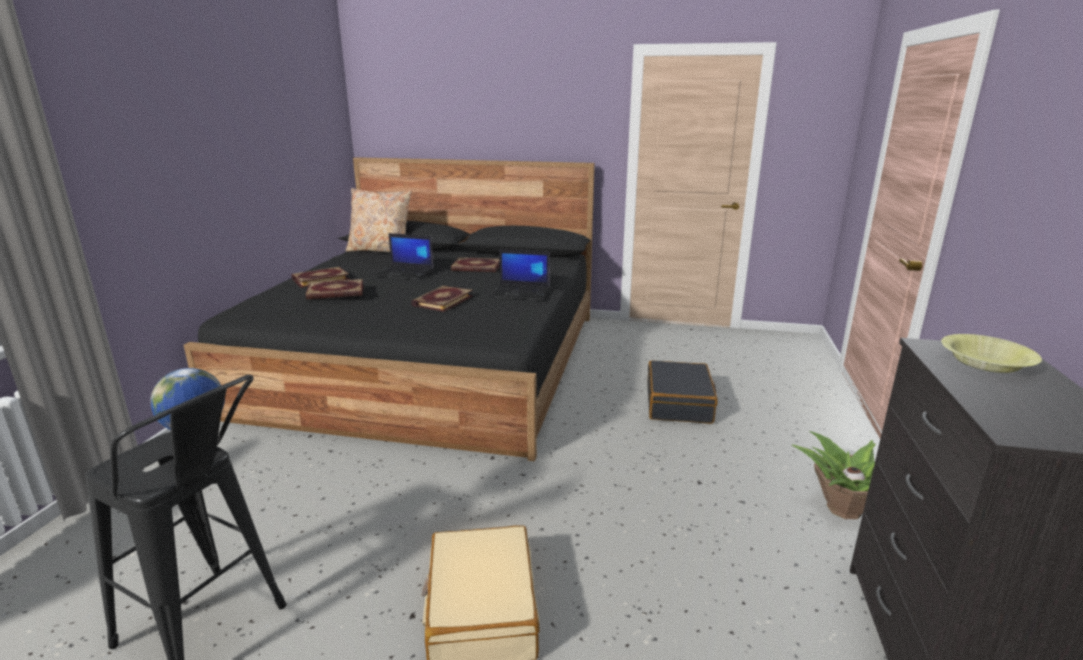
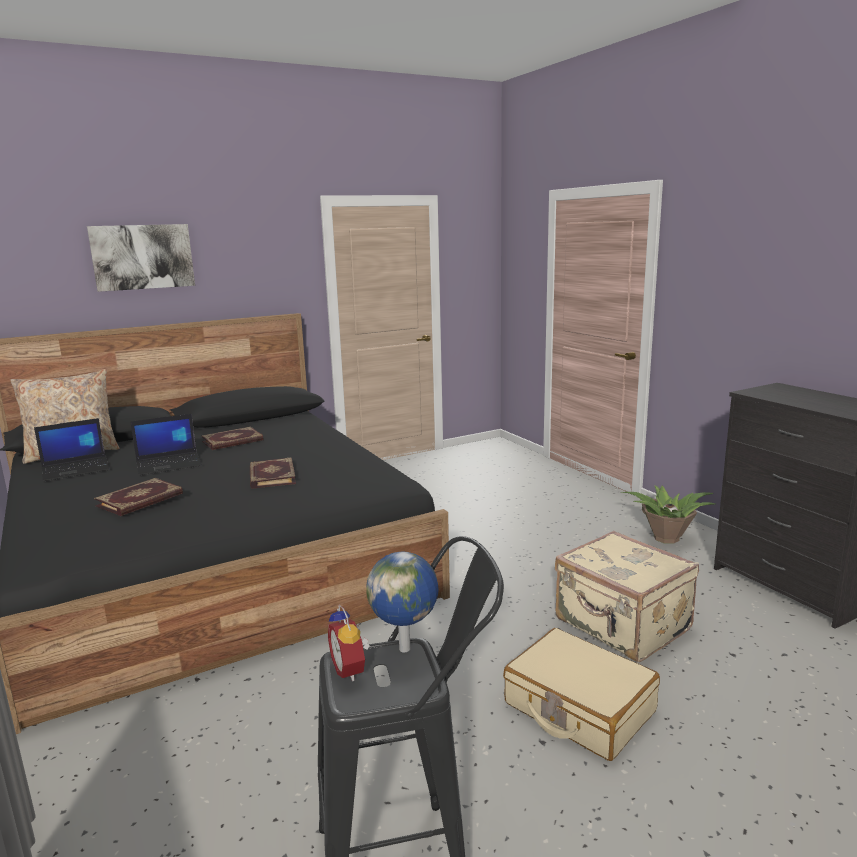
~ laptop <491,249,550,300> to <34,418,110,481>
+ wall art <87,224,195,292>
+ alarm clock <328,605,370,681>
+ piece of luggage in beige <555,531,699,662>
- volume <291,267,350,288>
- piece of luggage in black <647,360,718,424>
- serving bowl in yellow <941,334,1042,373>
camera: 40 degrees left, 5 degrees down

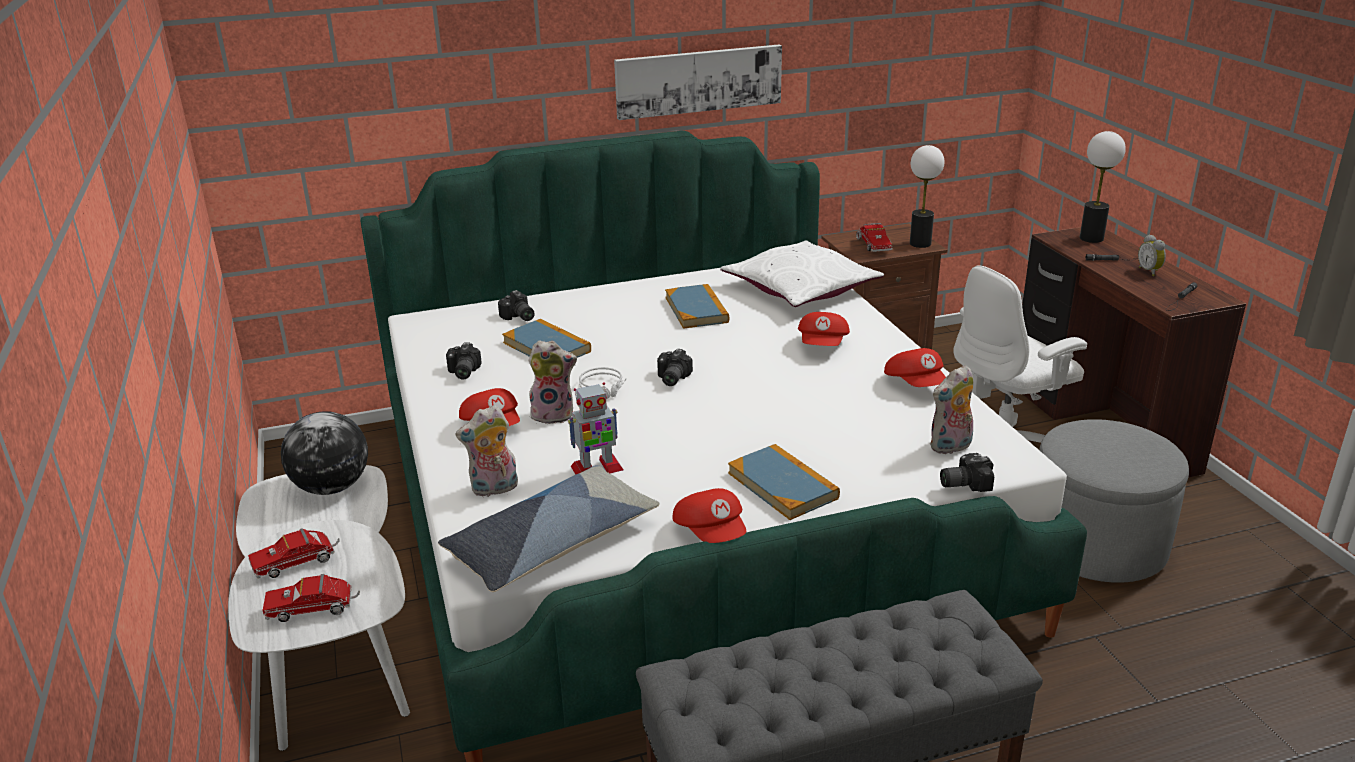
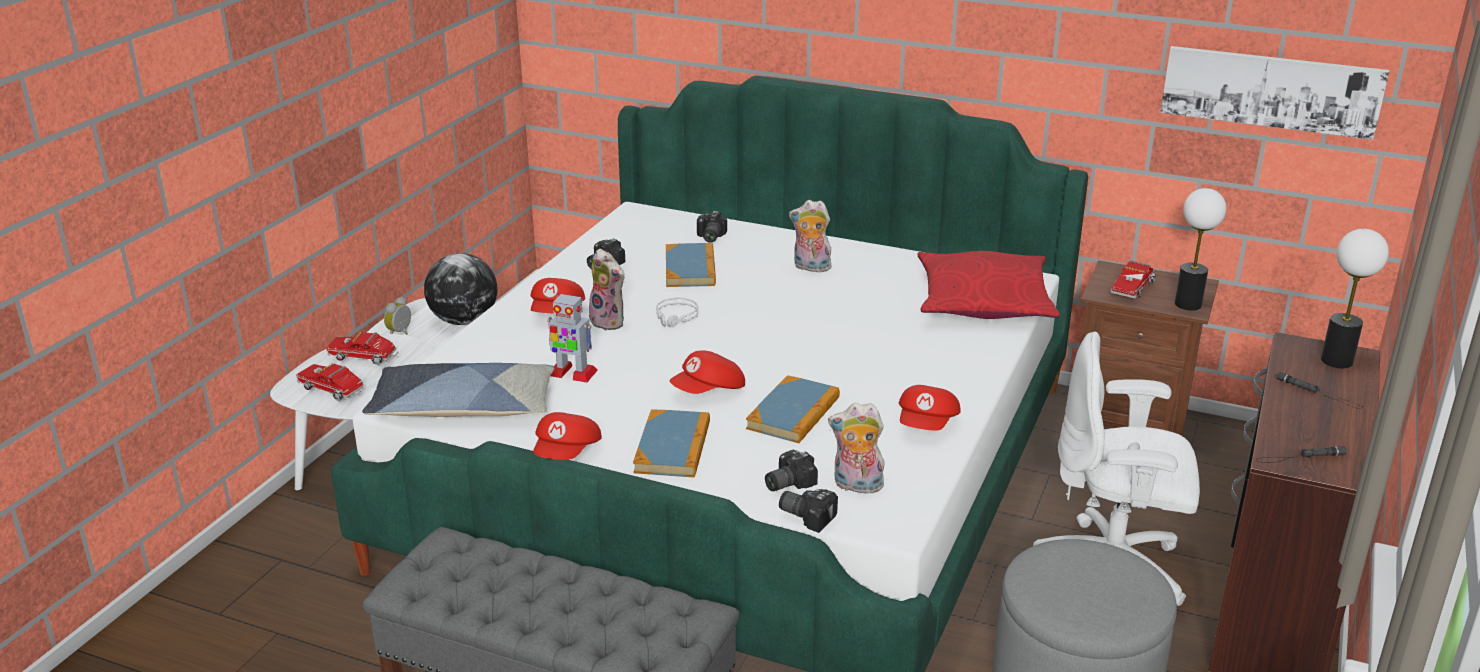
~ alarm clock <1138,234,1166,276> to <384,297,411,335>
~ peaked cap in red <798,312,850,346> to <670,350,745,394>
~ volume <665,284,730,329> to <746,375,840,443>
~ still camera <657,349,693,386> to <765,450,818,491>
~ soft toy <456,405,518,497> to <789,200,831,274>
~ throw pillow in whitish <720,240,884,307> to throw pillow in red <917,251,1060,319>
~ wall art <614,44,782,120> to <1160,46,1389,140>
camera: 40 degrees right, 0 degrees up

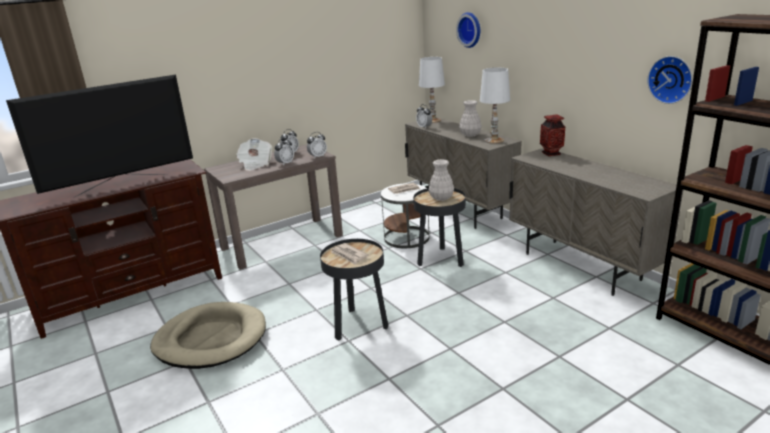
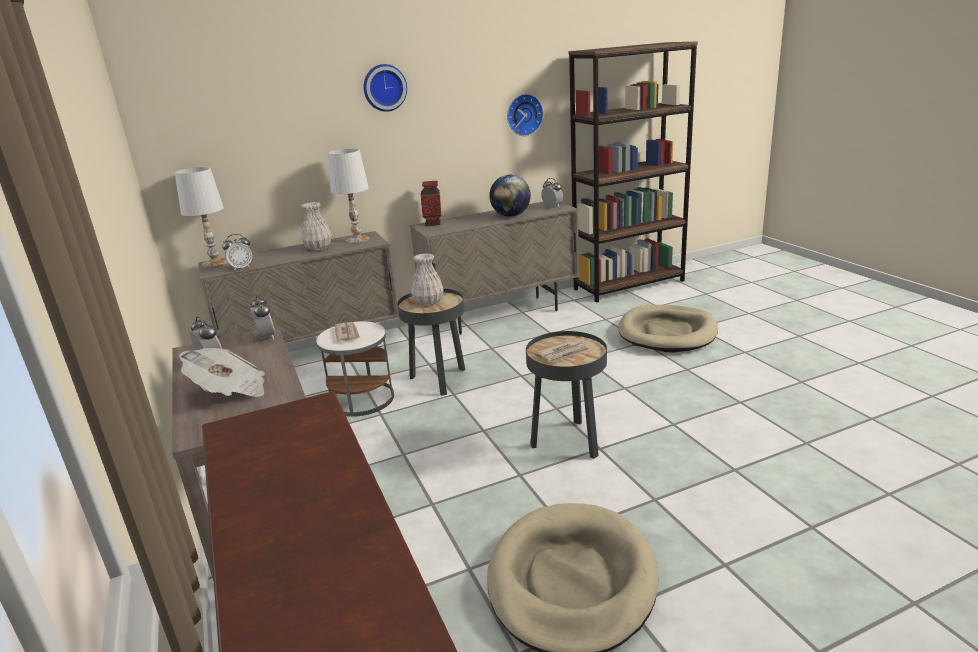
~ wall clock <456,12,480,48> to <364,64,407,112>
+ globe <489,175,531,217>
~ alarm clock <274,138,294,166> to <541,178,563,207>
+ dog bed in beige <618,305,718,352>
- TV set <6,75,193,197>
camera: 80 degrees left, 0 degrees up

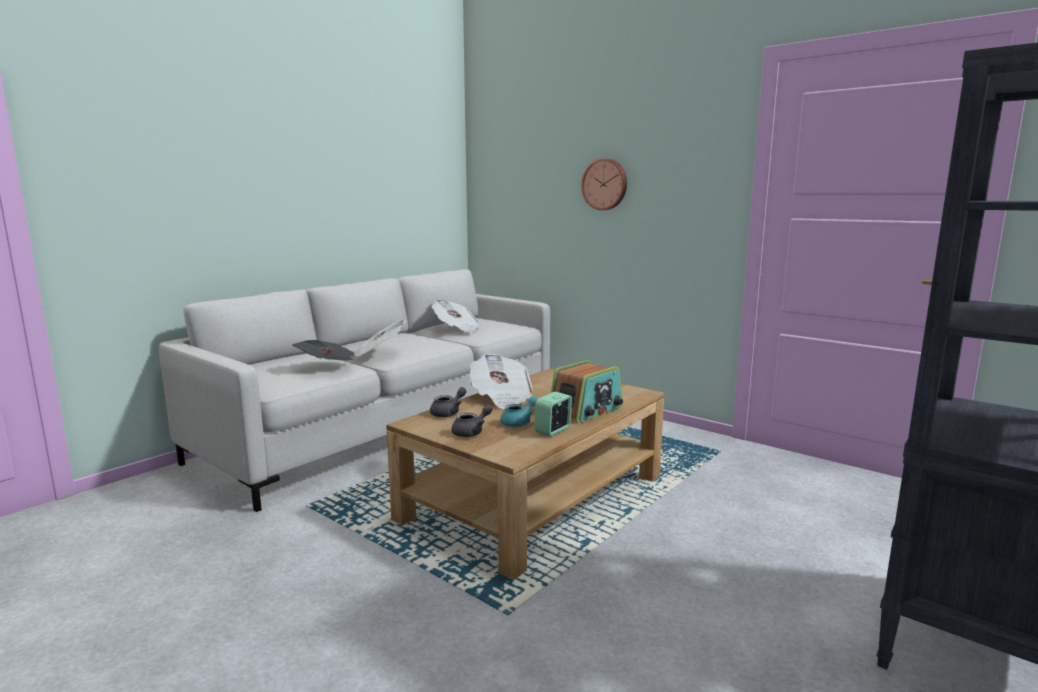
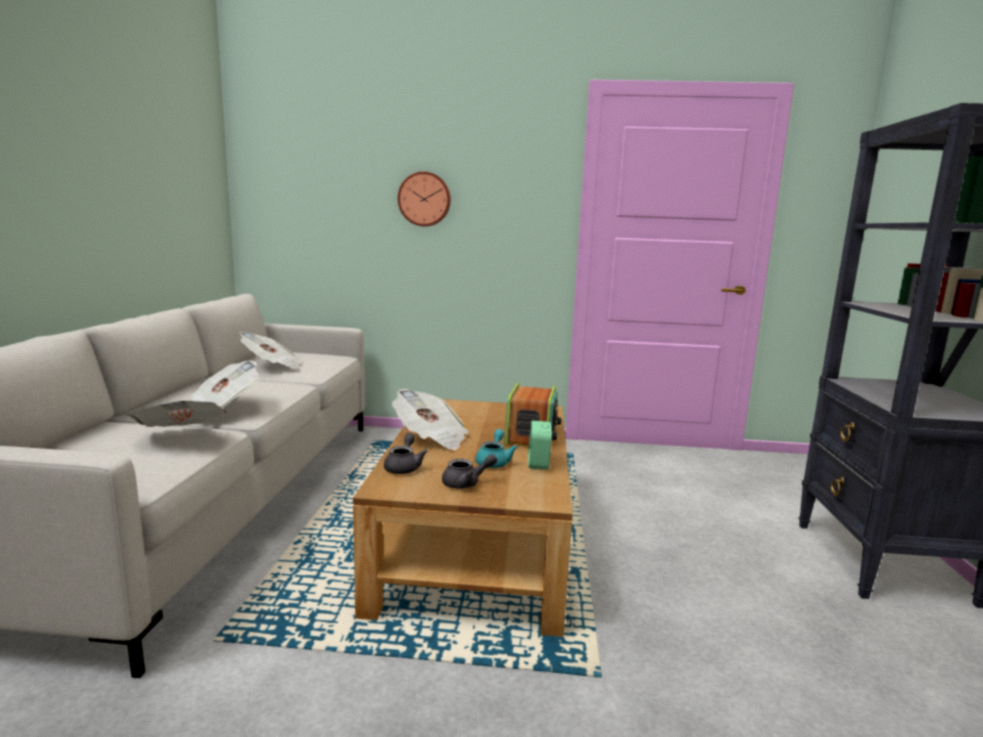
~ teapot in grey <452,404,493,437> = <442,454,497,489> 60 degrees clockwise
camera: 35 degrees left, 0 degrees up

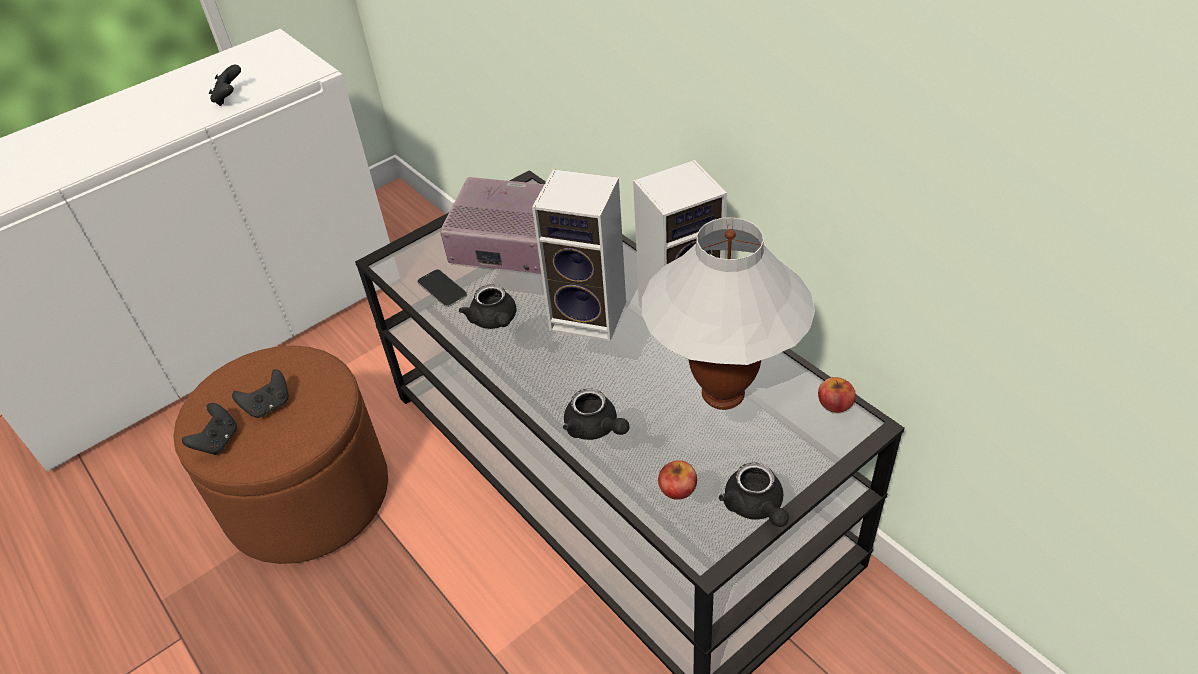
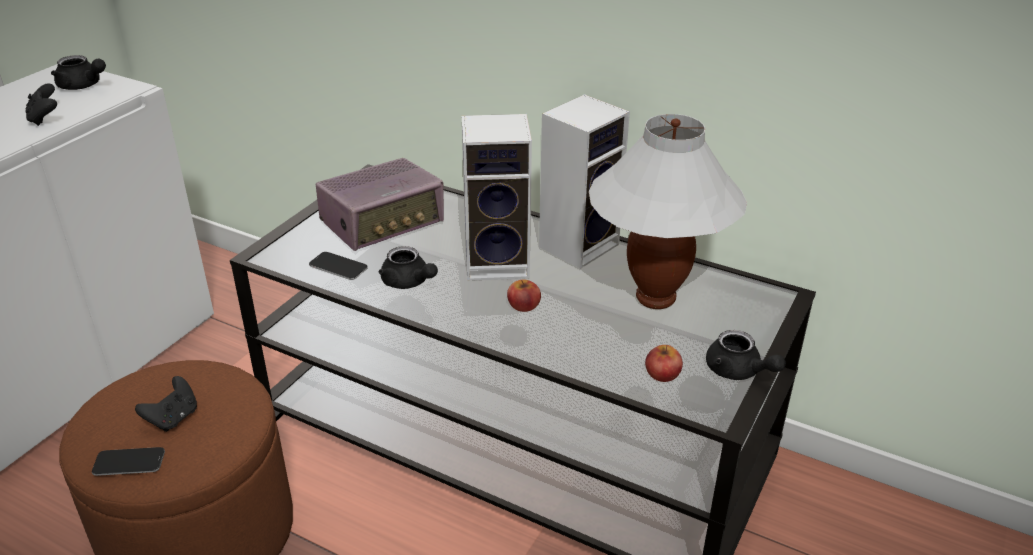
~ teapot in black <563,388,630,440> to <51,55,106,90>
~ game controller in black <182,403,237,455> to phone <92,447,165,476>
~ radio receiver <440,177,545,274> = <316,158,444,251> 150 degrees clockwise
~ whole apple <818,377,856,413> to <507,280,541,312>
camera: 25 degrees left, 10 degrees down

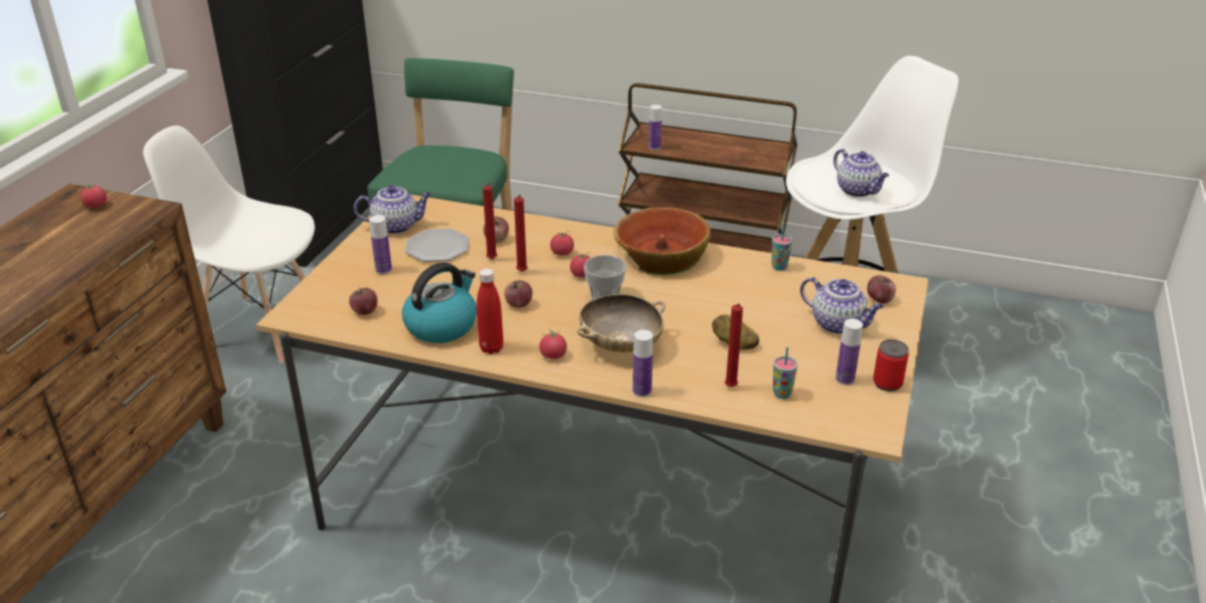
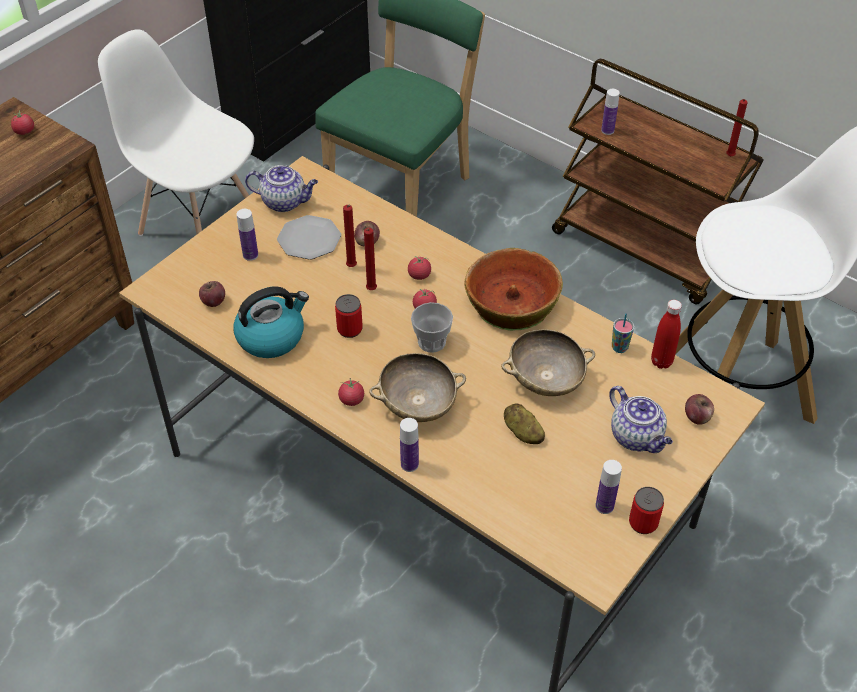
~ whole apple <504,280,532,307> to can <335,294,363,338>
+ serving bowl in beige <501,329,595,396>
~ bottle in red <477,268,503,354> to <651,300,682,369>
~ wax light in red <725,304,743,387> to <726,99,748,156>
- small cup <773,347,798,399>
- teapot <833,149,889,197>
camera: 20 degrees right, 15 degrees up

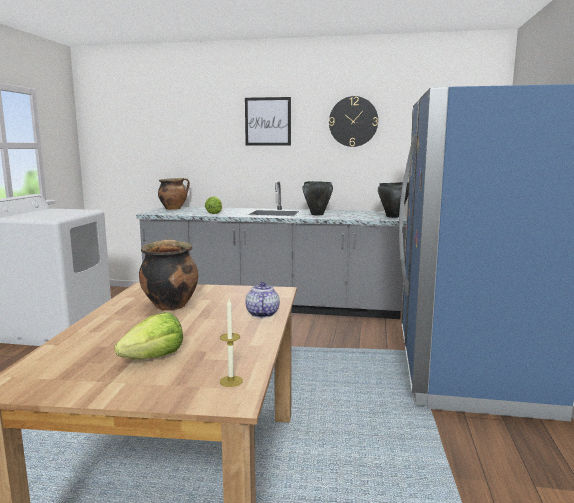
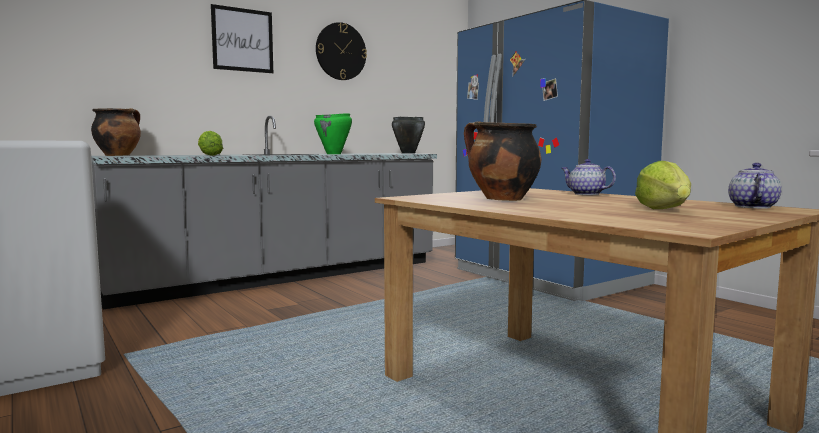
~ cooking pot in black <302,181,333,215> to cooking pot in green-coloured <314,113,352,154>
~ wax light <220,299,243,387> to teapot <728,163,782,209>
camera: 45 degrees left, 5 degrees down

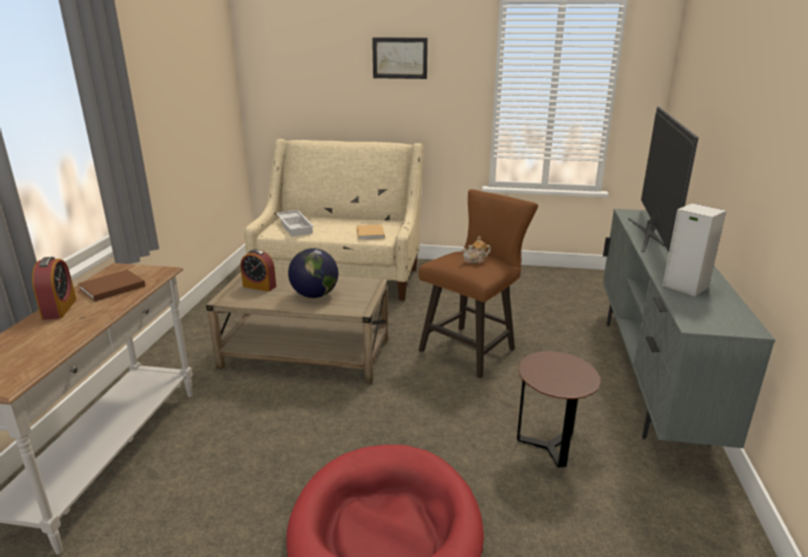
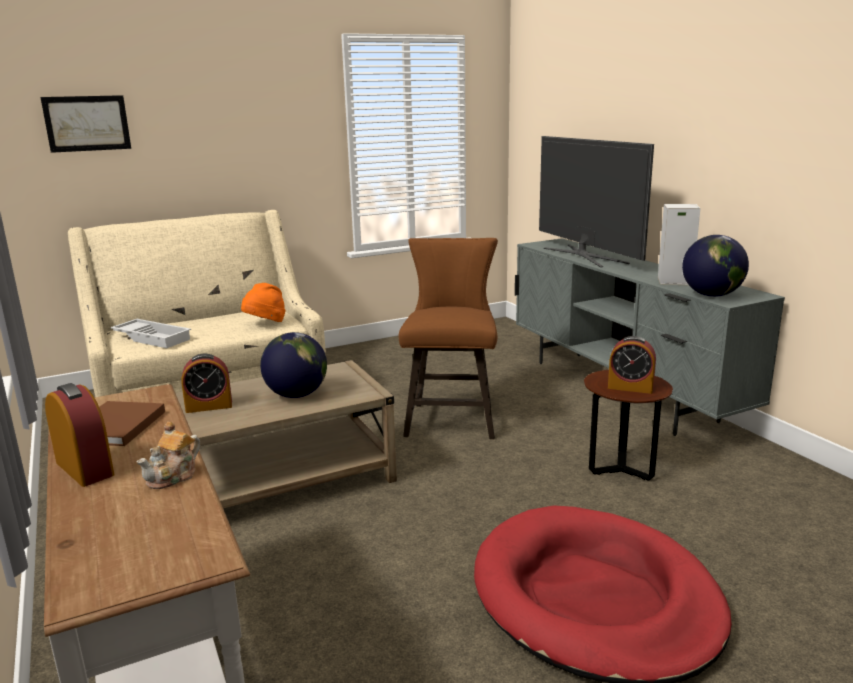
~ wall art <372,37,428,79> to <40,95,131,153>
~ teapot <462,236,491,263> to <136,422,200,489>
~ volume in beige <356,224,385,240> to hat in orange <241,283,285,322>
+ alarm clock <608,336,656,394>
+ globe <682,235,749,297>
camera: 35 degrees left, 5 degrees down

